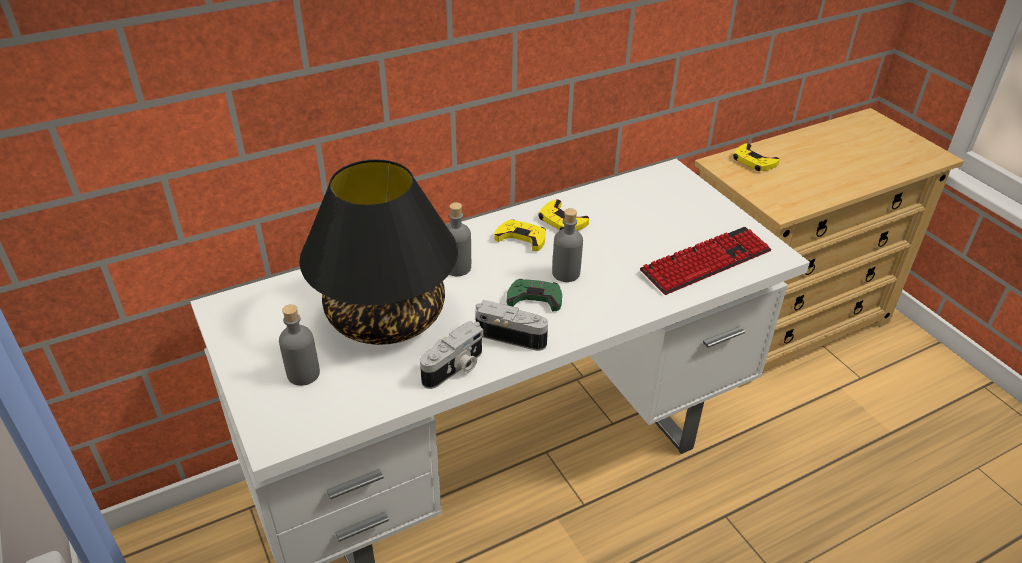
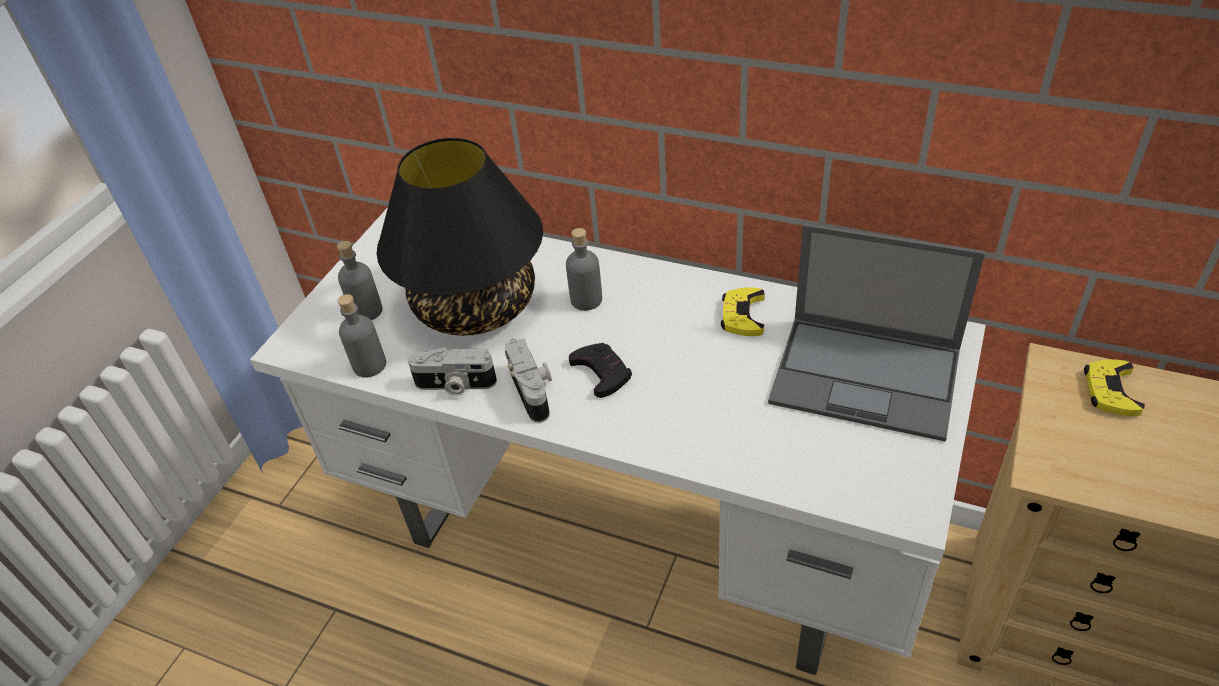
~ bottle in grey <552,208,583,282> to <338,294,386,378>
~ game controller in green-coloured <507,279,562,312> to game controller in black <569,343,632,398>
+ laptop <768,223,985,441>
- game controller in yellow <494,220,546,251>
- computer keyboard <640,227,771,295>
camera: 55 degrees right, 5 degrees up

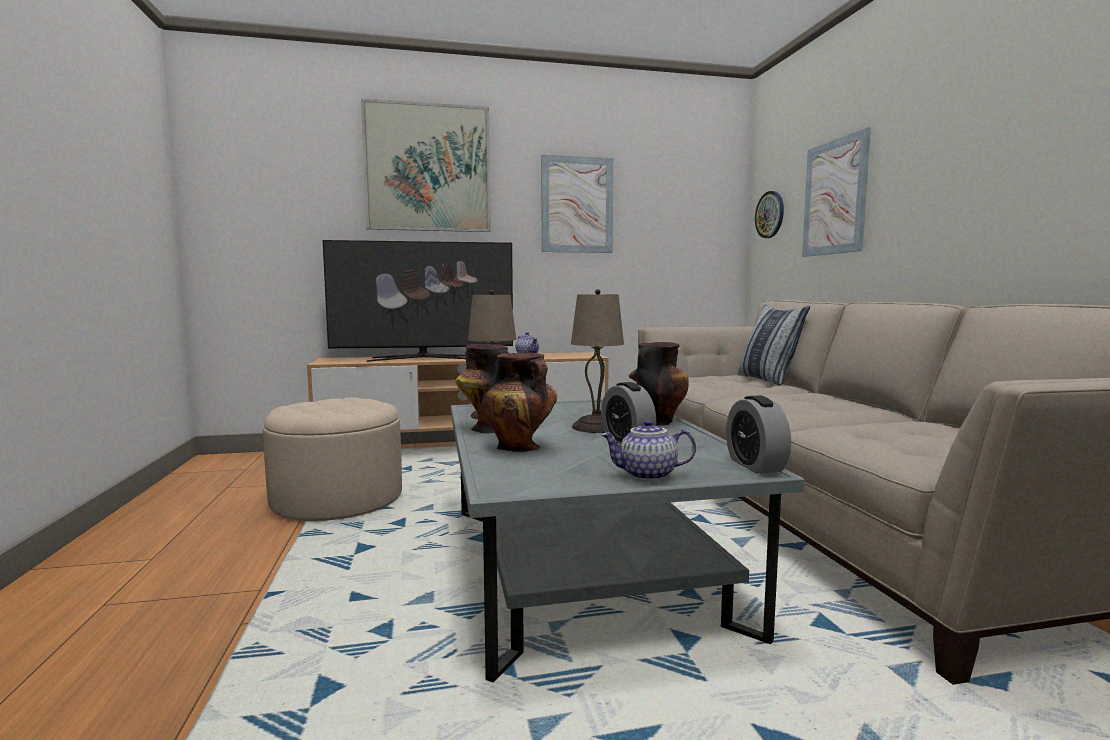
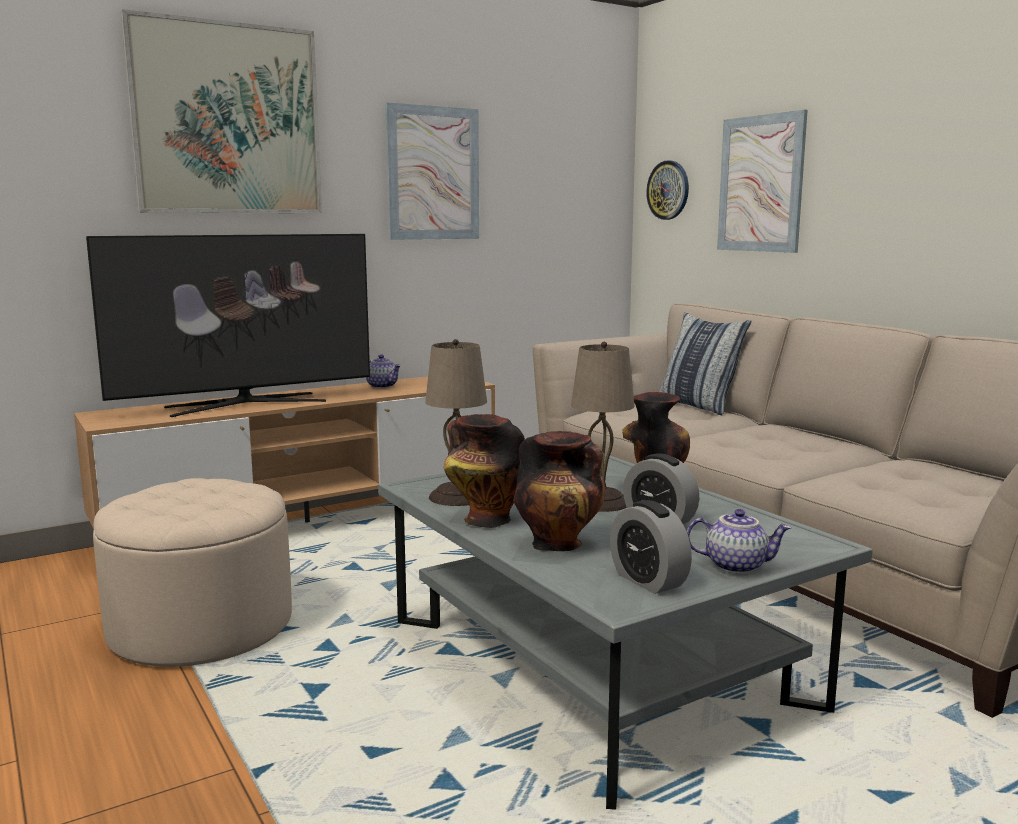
~ alarm clock <726,395,791,473> to <610,500,692,594>
~ teapot <601,419,696,481> = <687,509,791,574> 150 degrees counterclockwise
camera: 20 degrees left, 5 degrees up

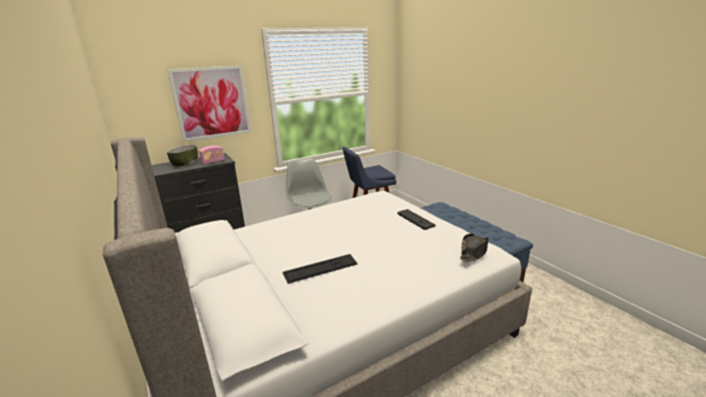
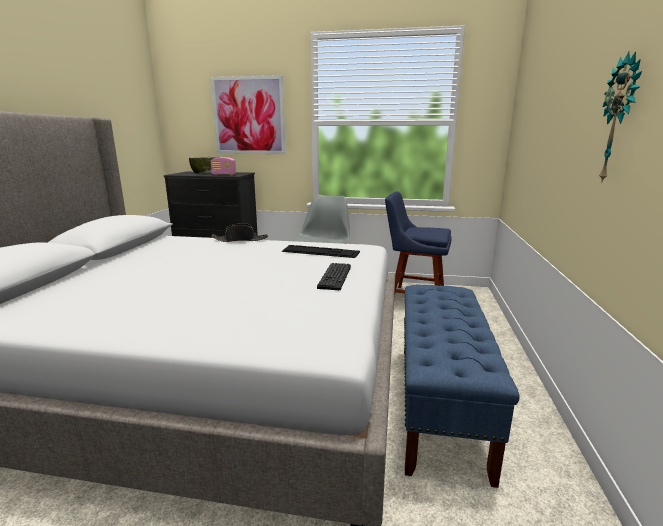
~ hat in black <460,234,489,262> to <212,223,268,242>
~ computer keyboard <283,254,358,284> to <282,245,360,258>
+ wall clock <599,51,642,183>
camera: 40 degrees right, 5 degrees down

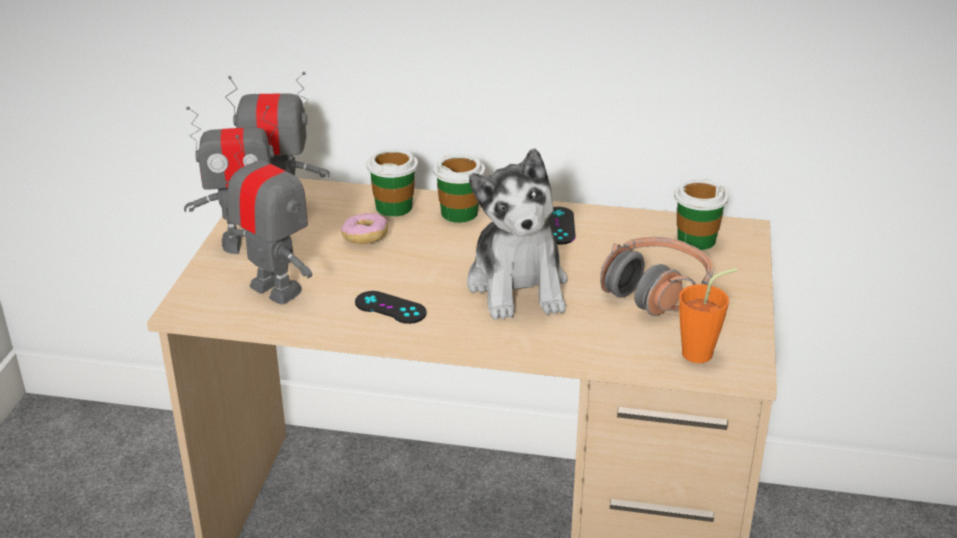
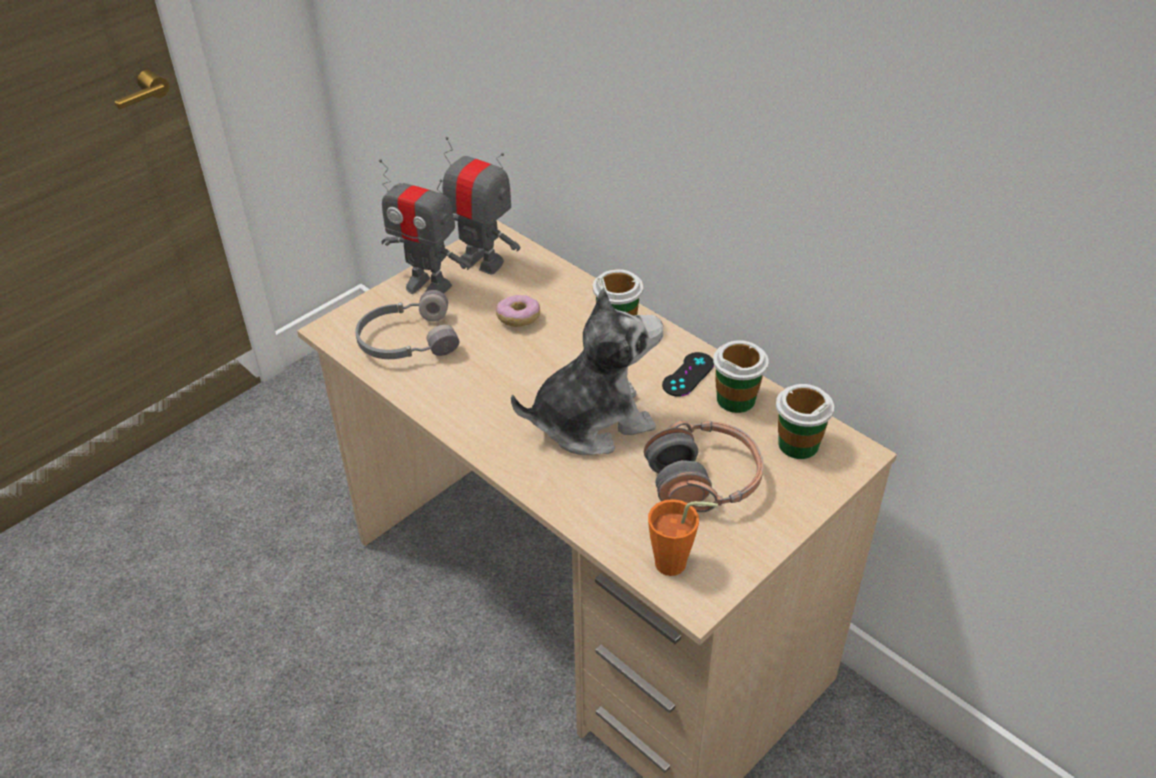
~ model robot <227,135,312,305> to pair of headphones in grey <355,290,459,359>
~ soft toy <467,148,568,320> = <511,288,663,455> 135 degrees counterclockwise
~ small cup <367,148,418,217> to <713,340,769,413>
- game controller in black <355,291,427,324>
camera: 35 degrees right, 10 degrees up

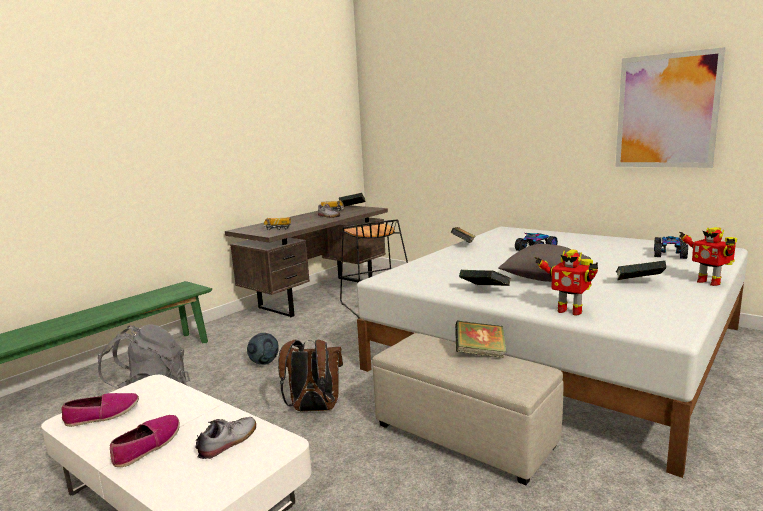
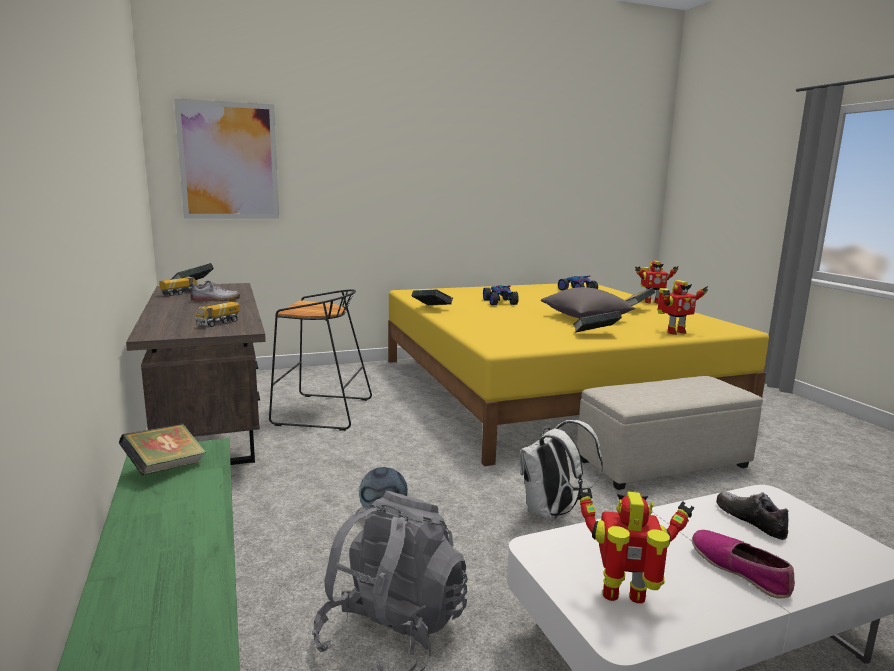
~ volume <455,321,507,358> to <119,424,206,475>
~ wall art <615,47,726,168> to <174,98,279,219>
~ bedroom bed in whitish <357,227,748,478> to bedroom bed in yellow <388,282,769,466>
~ rucksack in brownish <278,340,343,411> to rucksack in whitish <520,420,603,520>
~ item of footwear <61,393,139,427> to model robot <578,489,694,603>
camera: 60 degrees left, 0 degrees up

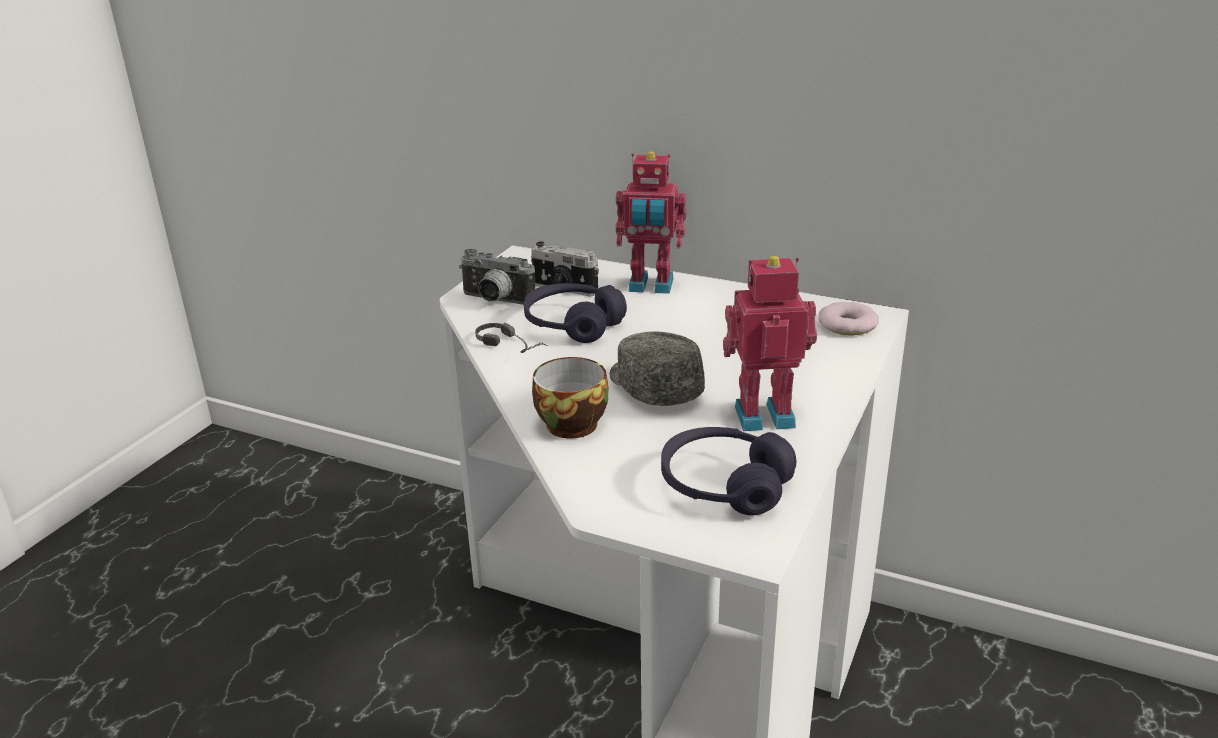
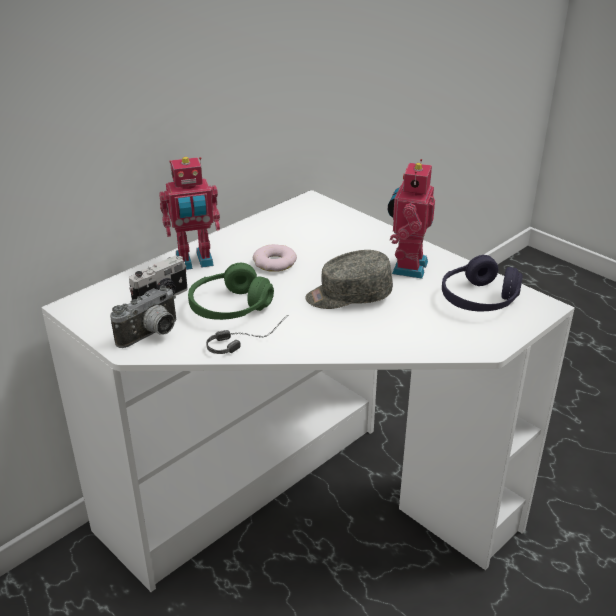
~ model robot <616,151,687,294> = <159,157,220,270> 45 degrees clockwise
~ pair of headphones in purplish <524,283,627,343> to pair of headphones in green-coloured <188,263,274,320>
~ doughnut <819,302,879,336> to <253,244,297,272>
- small cup <532,357,608,438>
camera: 70 degrees left, 5 degrees up

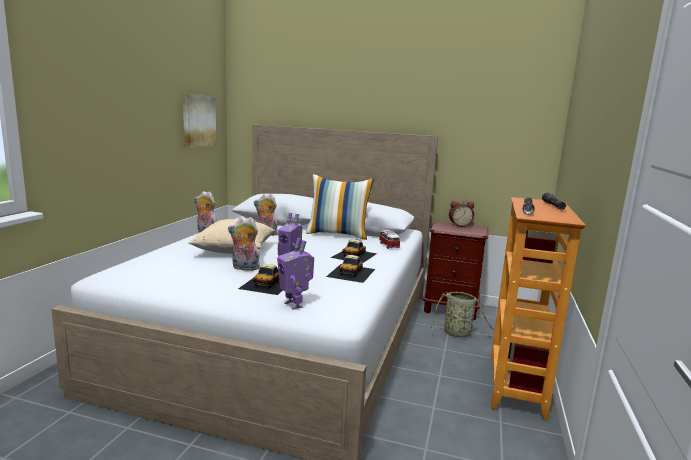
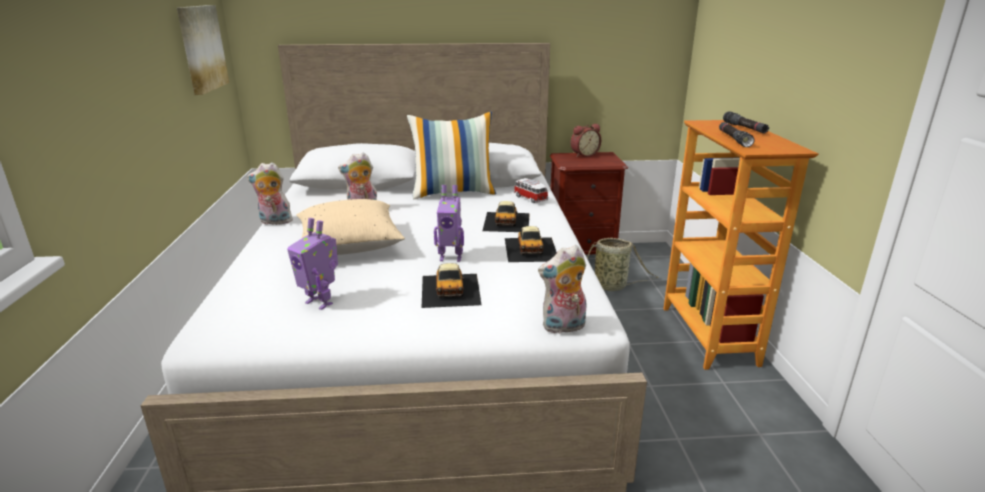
~ model robot <277,238,314,310> to <287,218,338,310>
~ soft toy <228,217,260,271> to <538,245,586,334>
camera: 20 degrees left, 10 degrees up

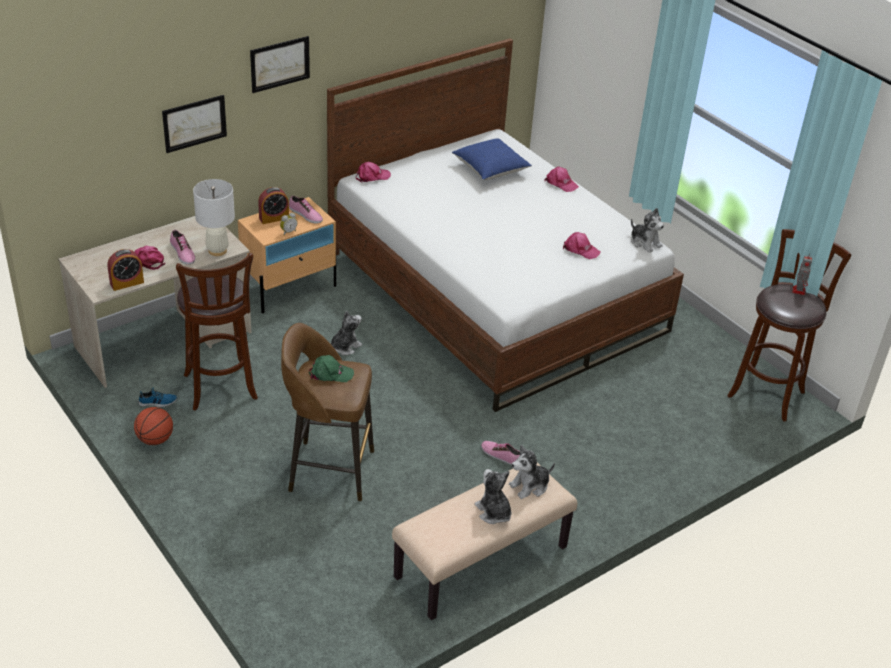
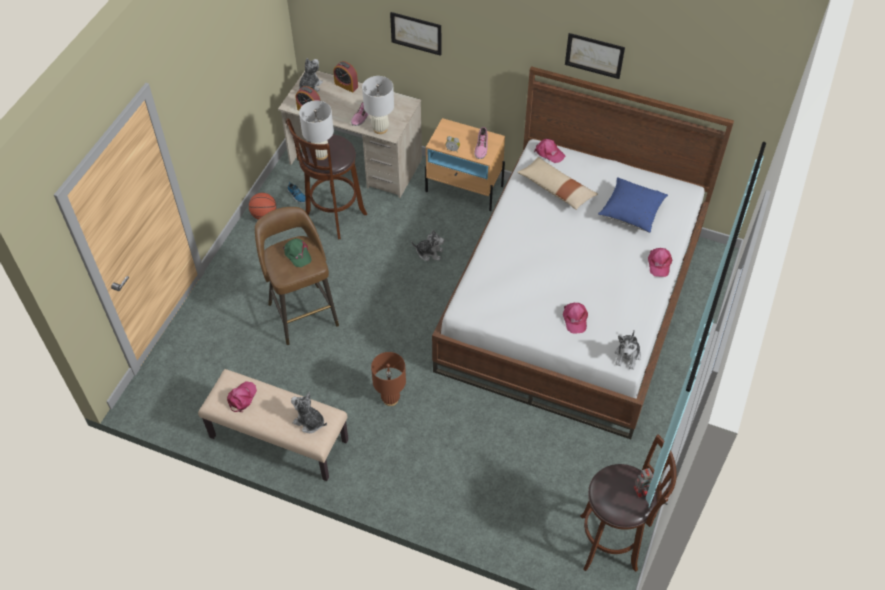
~ peaked cap in pink-coloured <134,246,166,270> to <227,381,257,412>
~ soft toy <475,469,511,524> to <299,58,323,92>
+ tabletop lamp in whitish <299,100,334,160>
~ alarm clock <258,187,289,224> to <333,61,358,93>
~ item of footwear <481,441,520,465> to tabletop lamp in brownish <371,352,406,406>
+ throw pillow in beige <517,157,598,210>
~ wall art <250,36,310,93> to <565,33,625,79>
camera: 60 degrees right, 15 degrees up

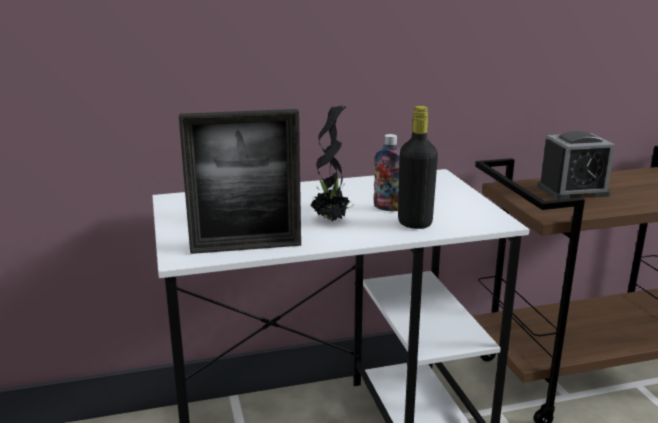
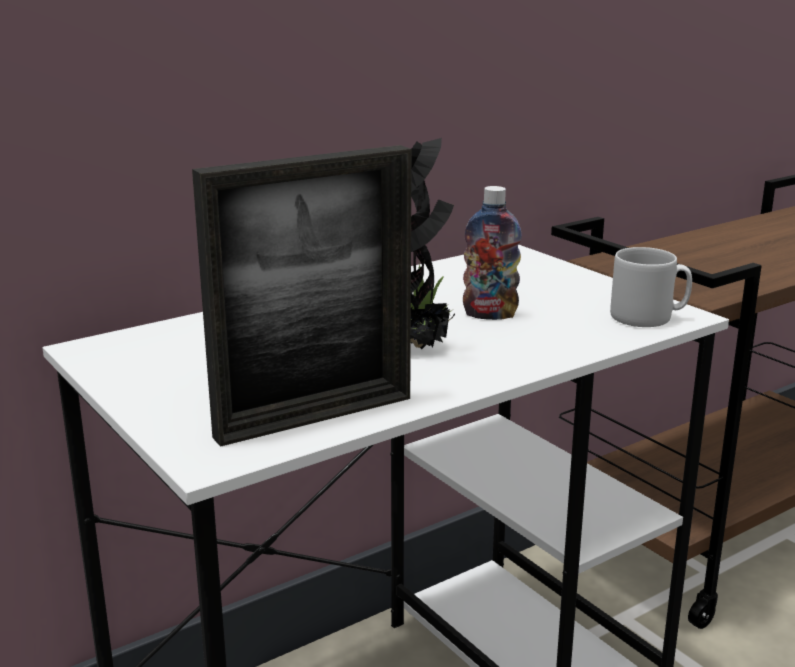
+ tea mug in grey <610,247,692,327>
- bottle in black <398,106,438,229>
- alarm clock <537,131,615,200>
camera: 20 degrees left, 0 degrees up

